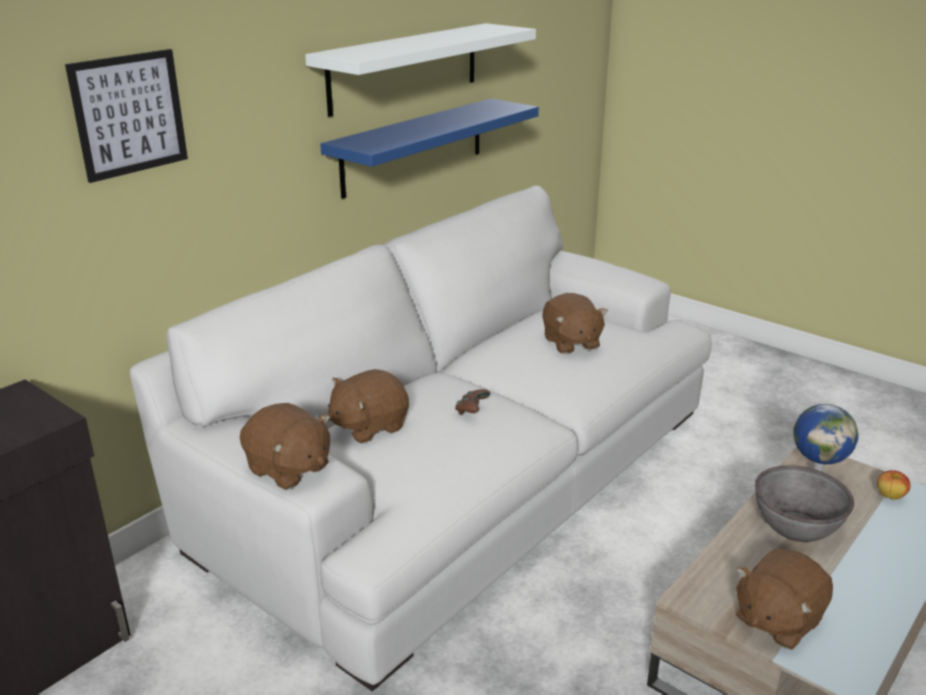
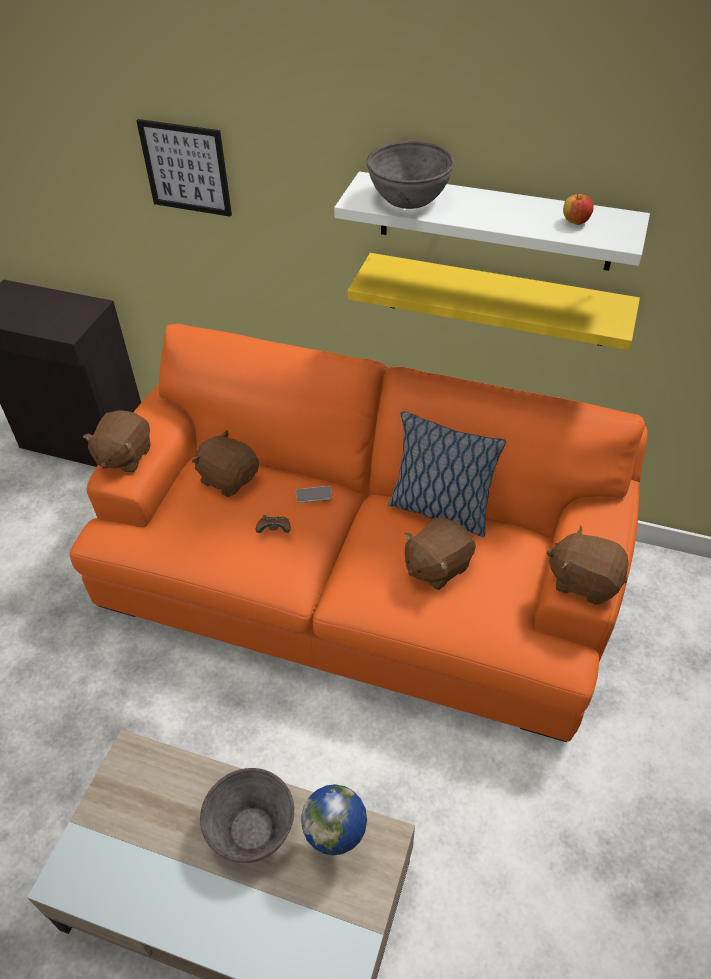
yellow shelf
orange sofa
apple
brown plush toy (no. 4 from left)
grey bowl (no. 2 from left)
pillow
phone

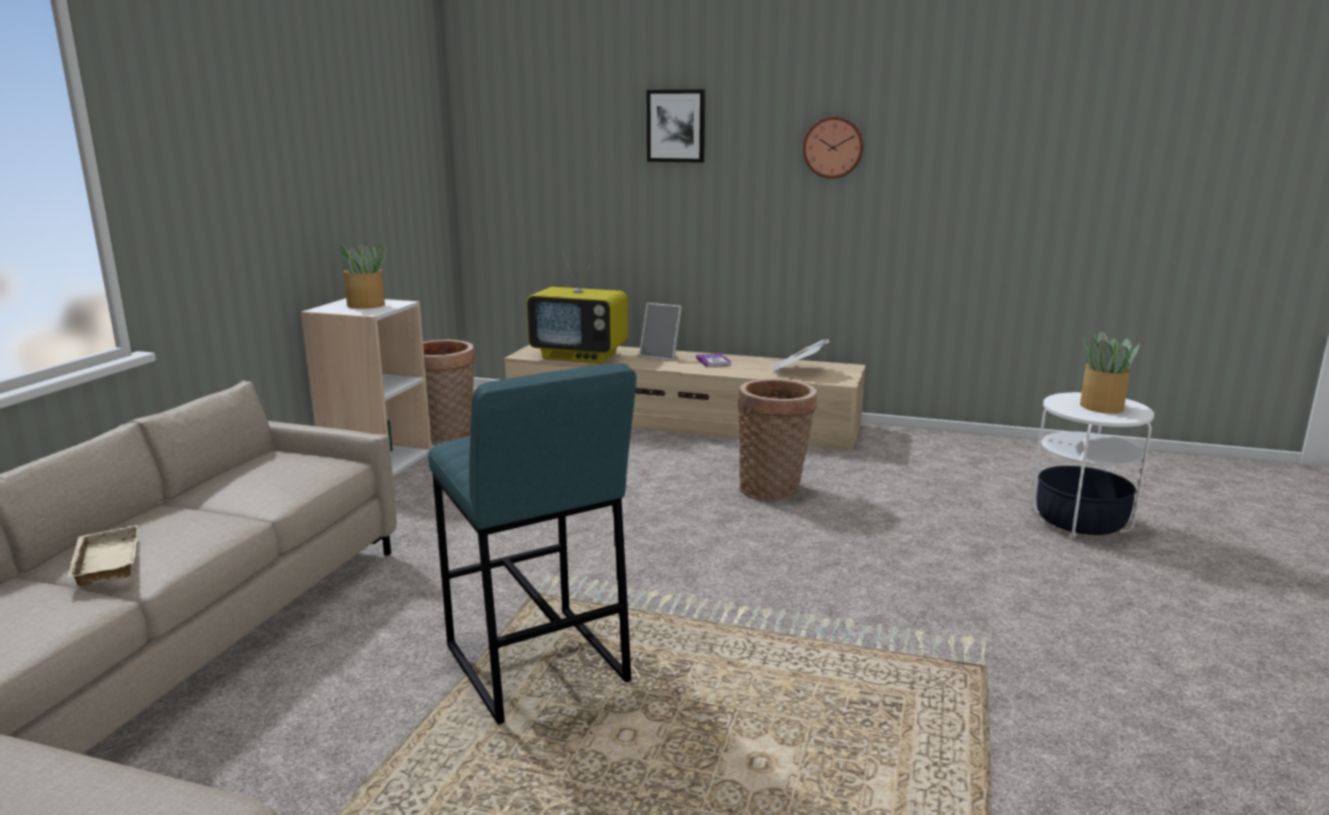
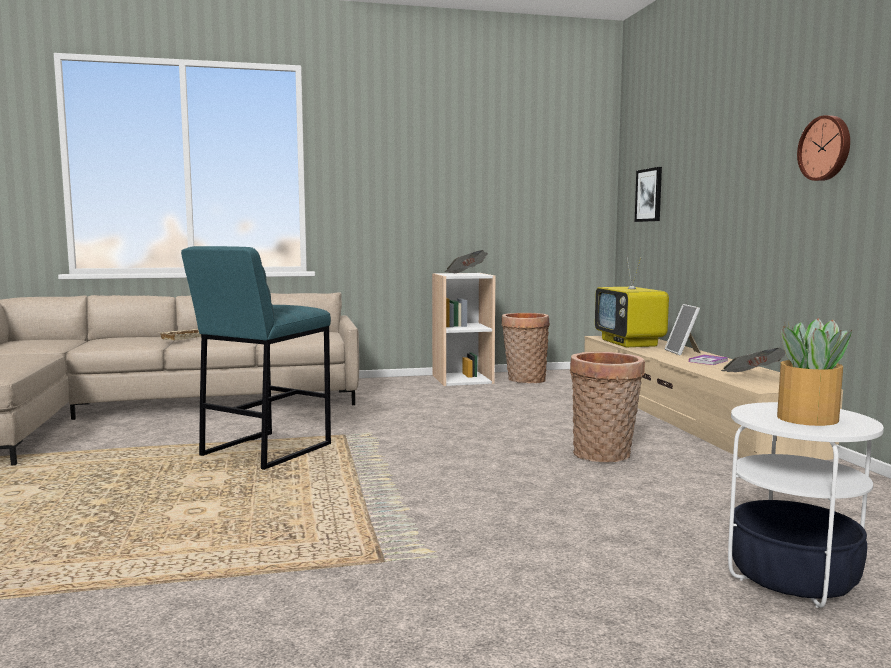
picture
newspaper (no. 1 from left)

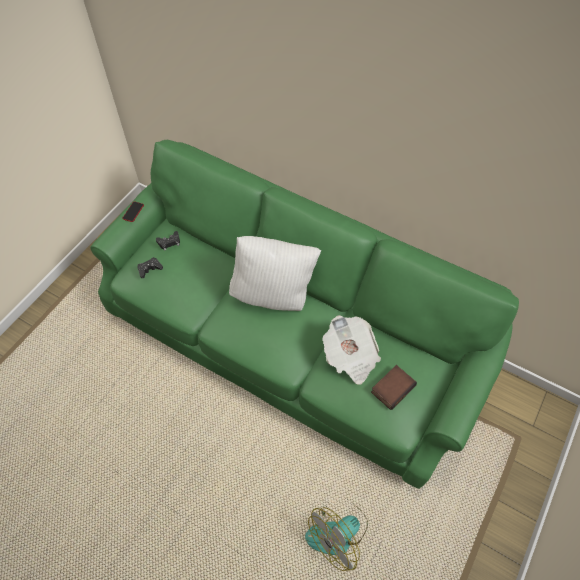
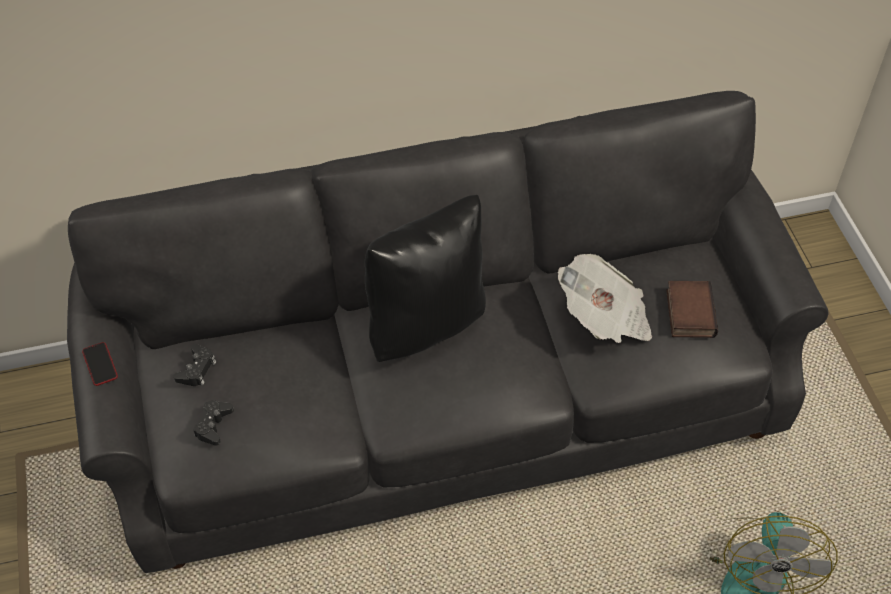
black sofa
black pillow

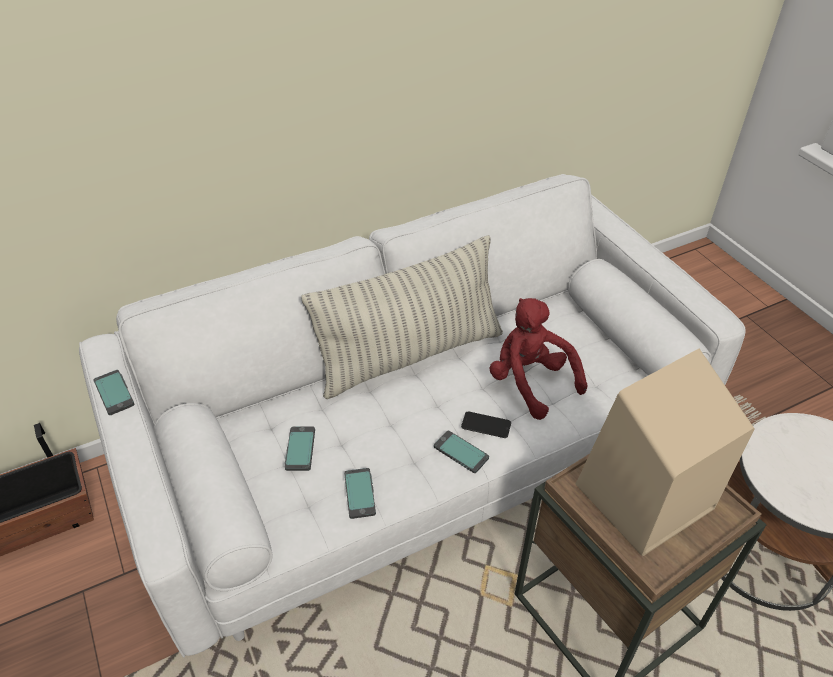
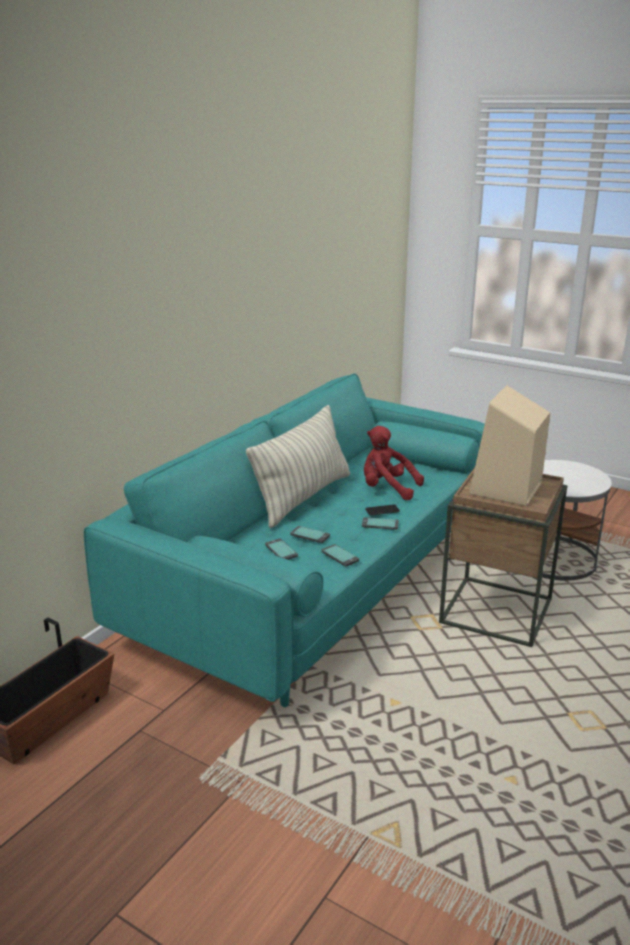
turquoise sofa
phone (no. 2 from left)

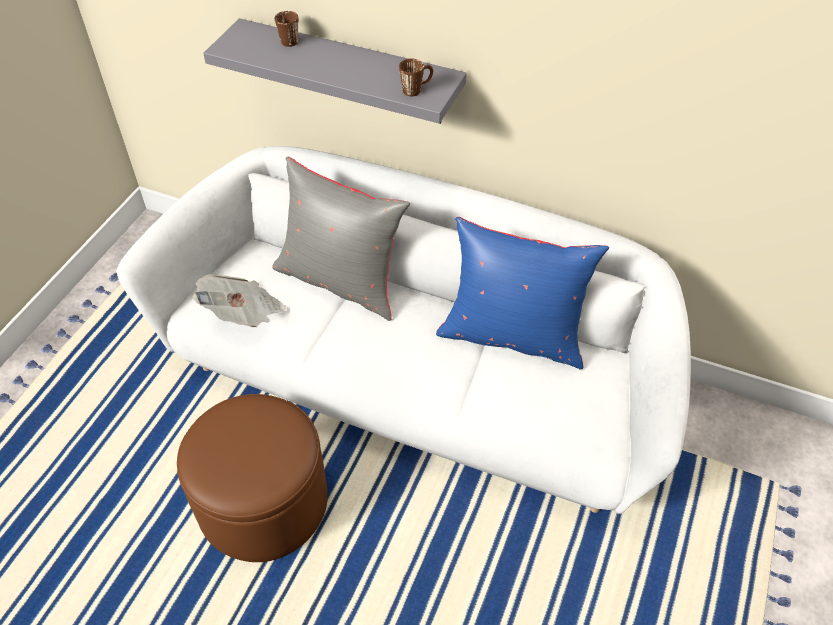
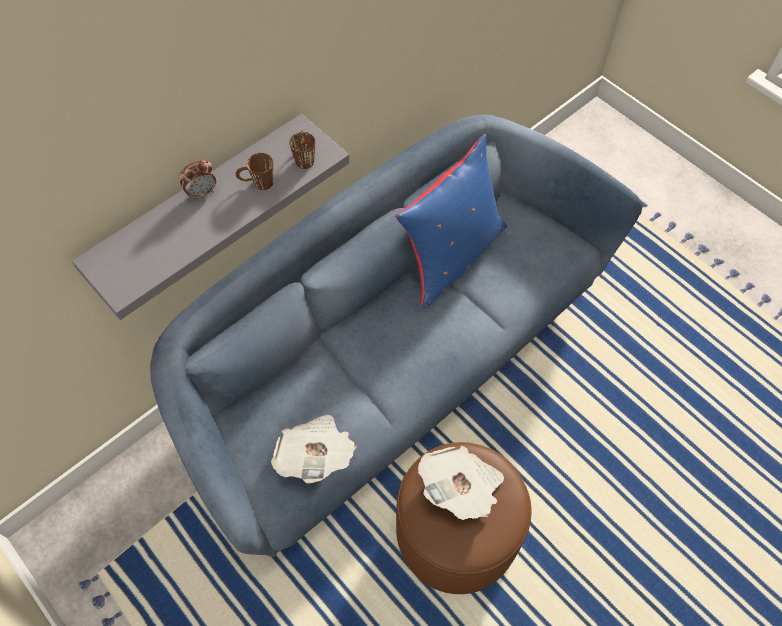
brown mug (no. 1 from left)
blue sofa
grey pillow
alarm clock
newspaper (no. 2 from left)

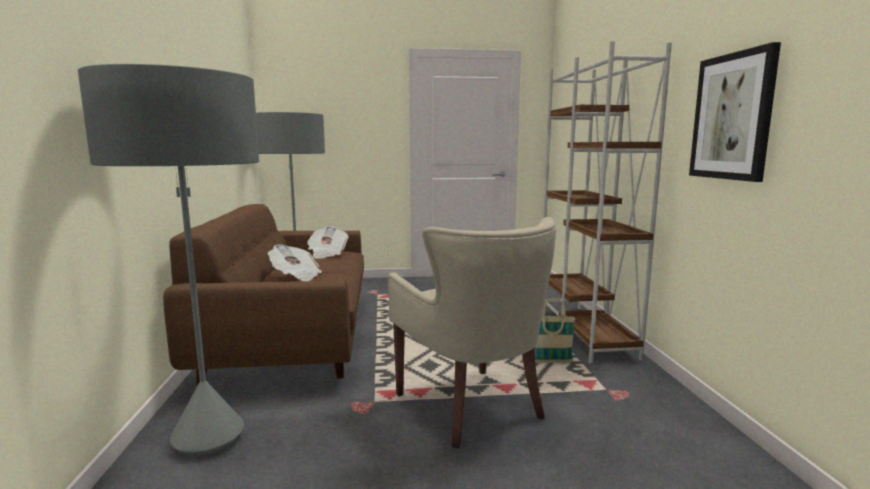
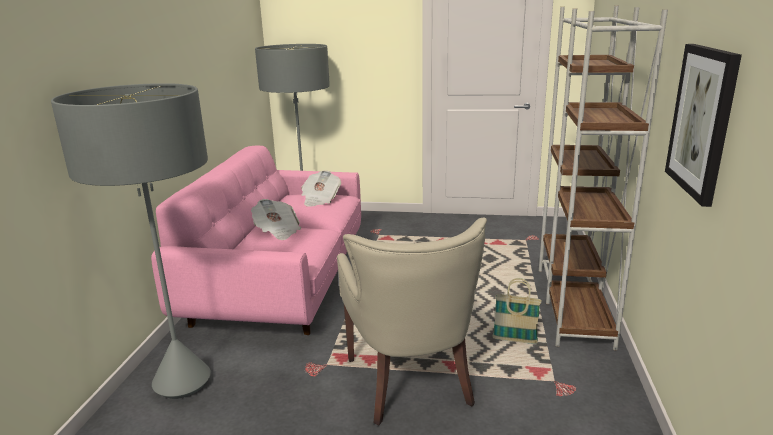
pink sofa

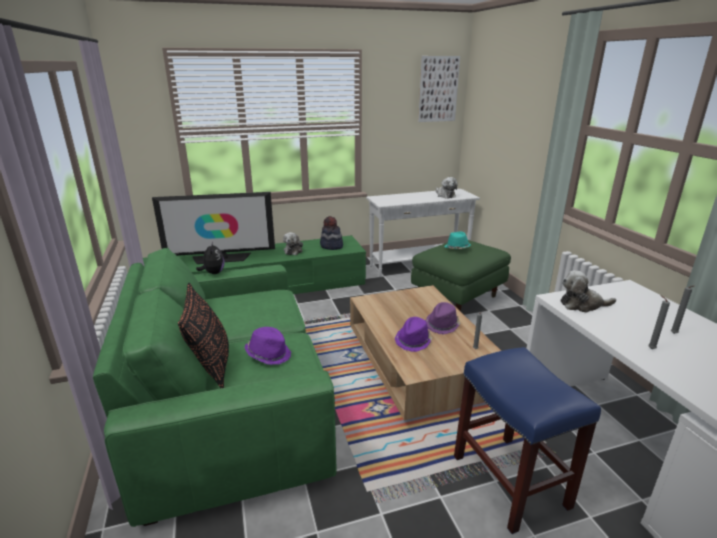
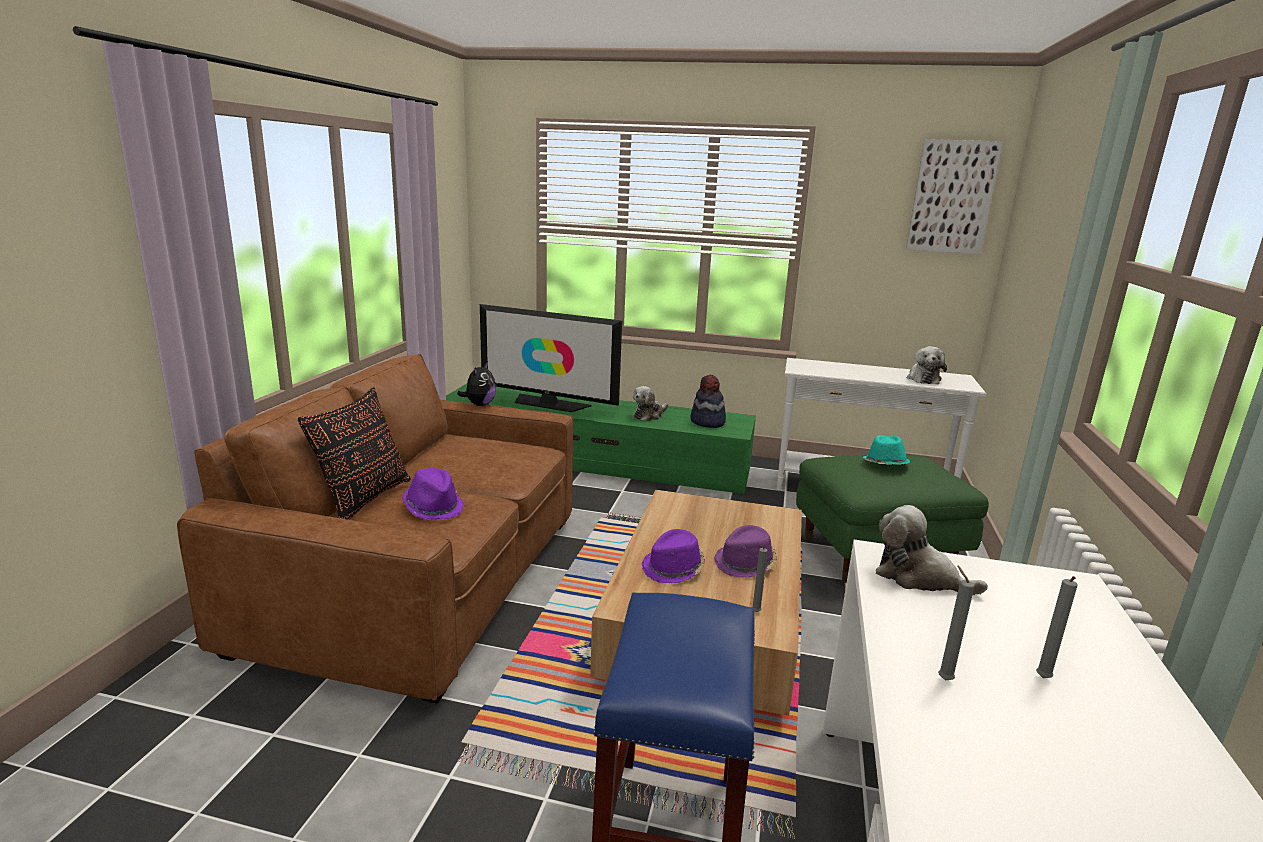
brown sofa

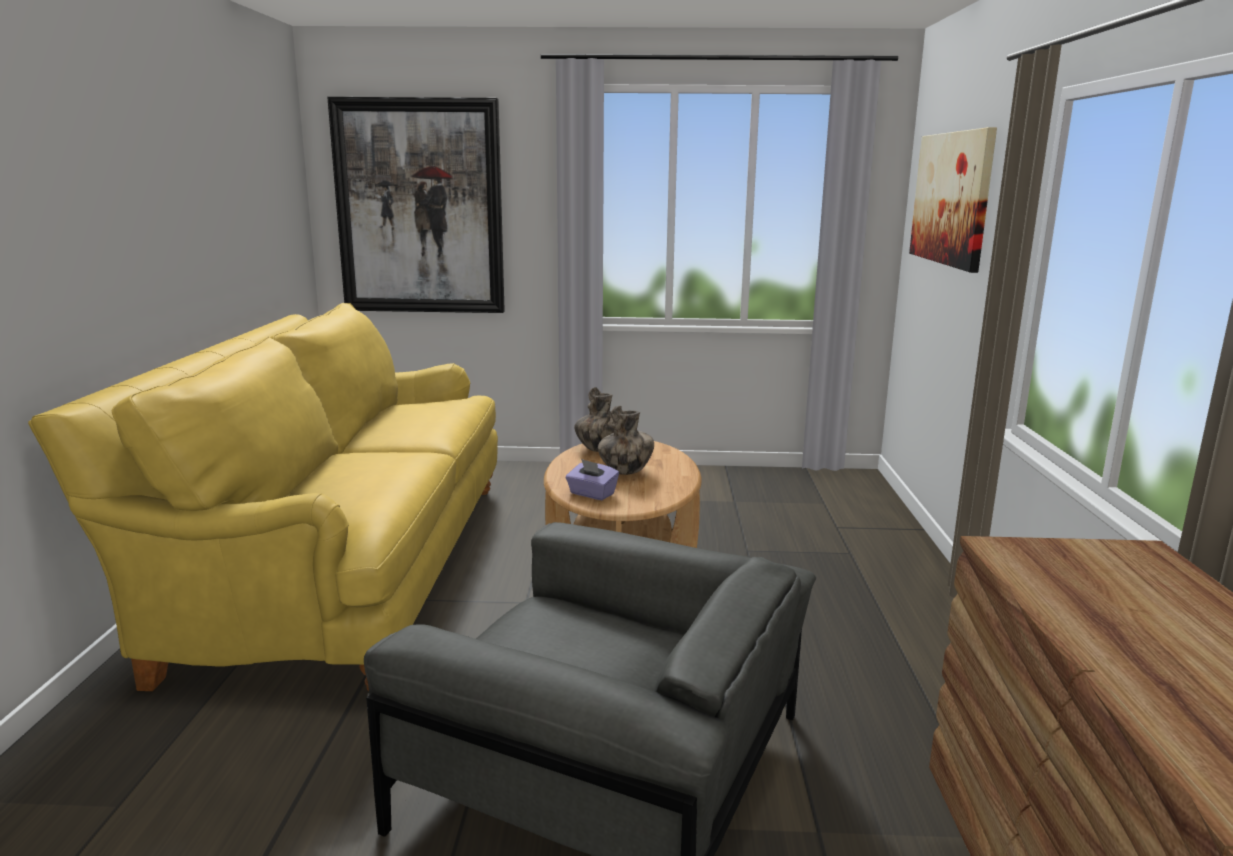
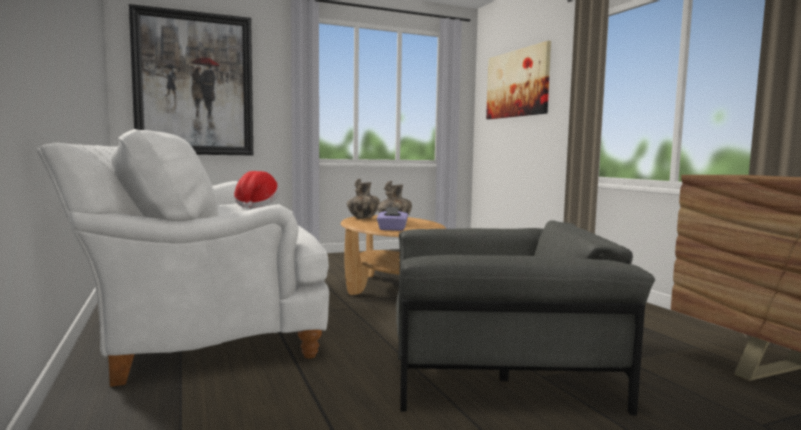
white sofa
hat

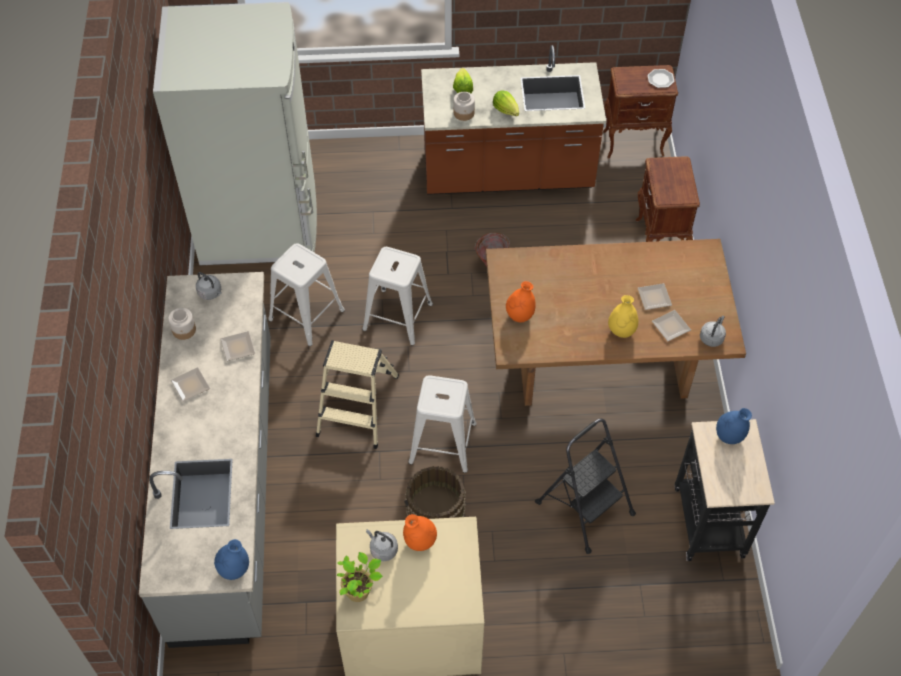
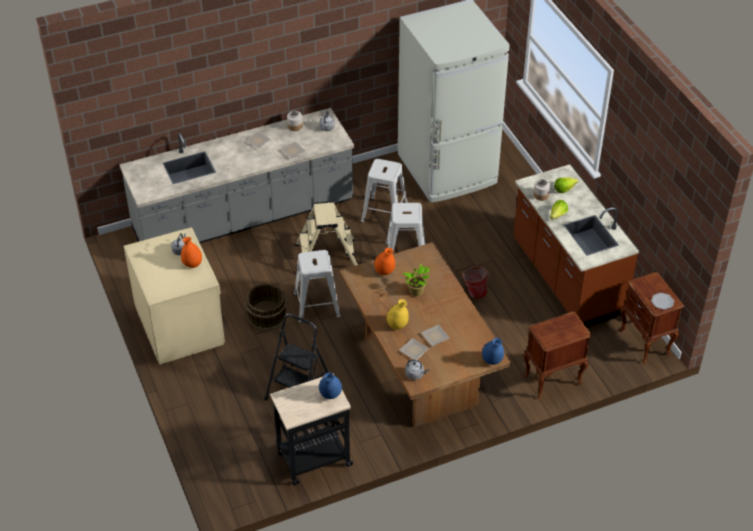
blue vase (no. 2 from left)
potted plant

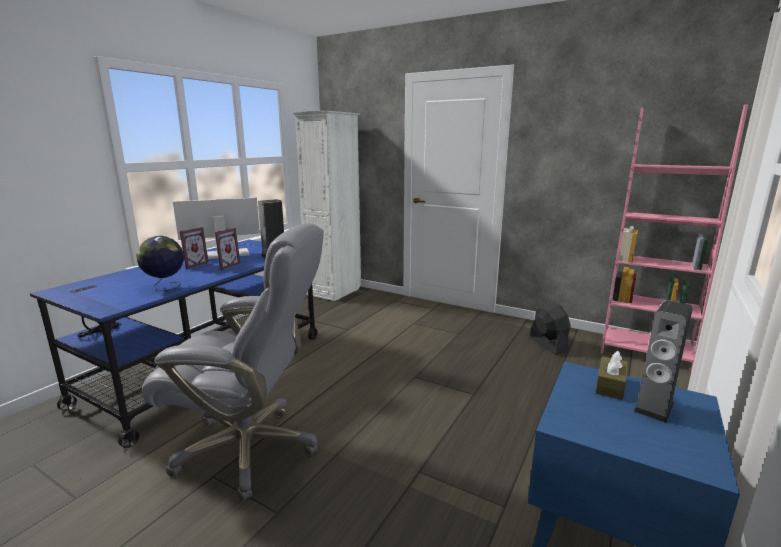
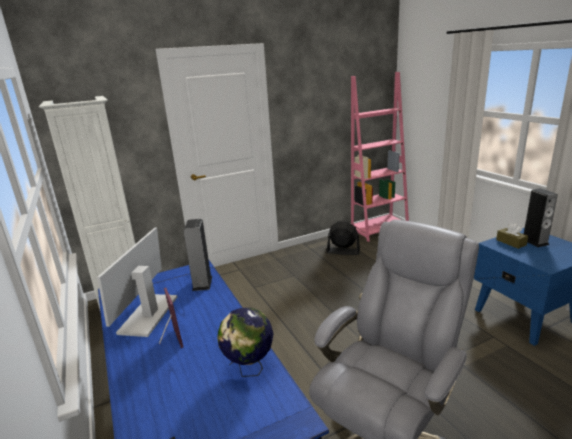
picture frame (no. 2 from left in the first image)

